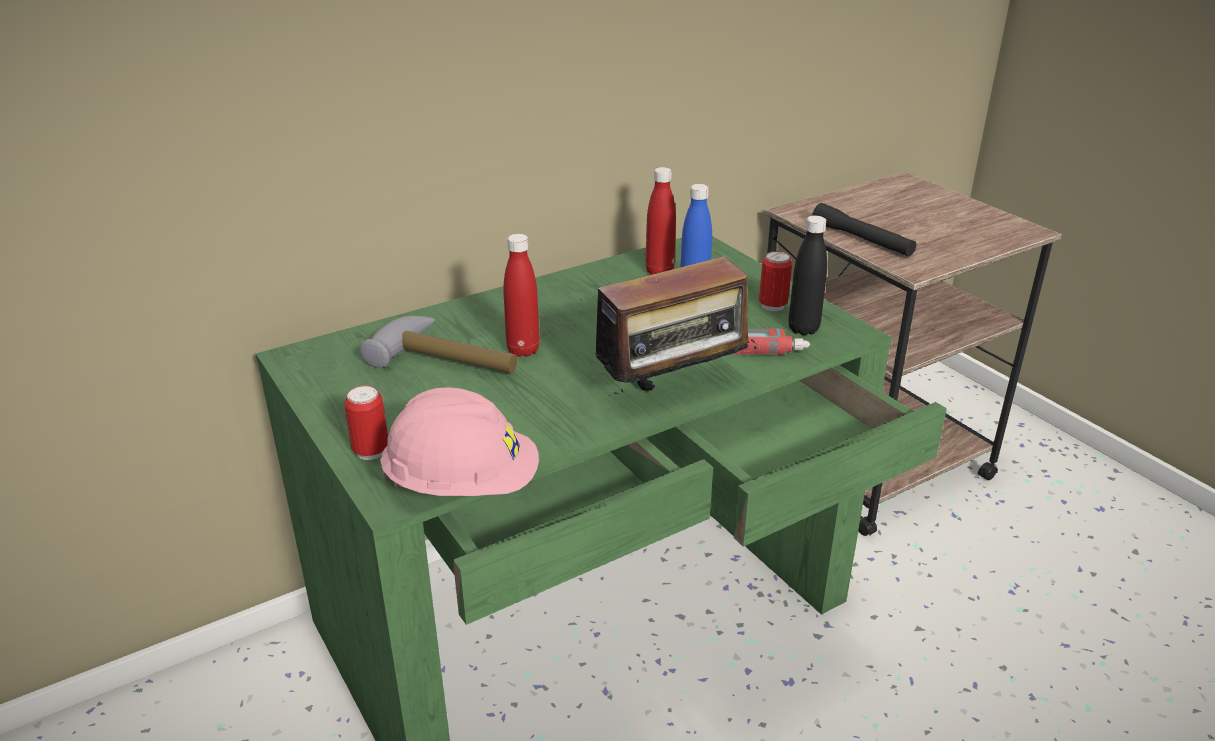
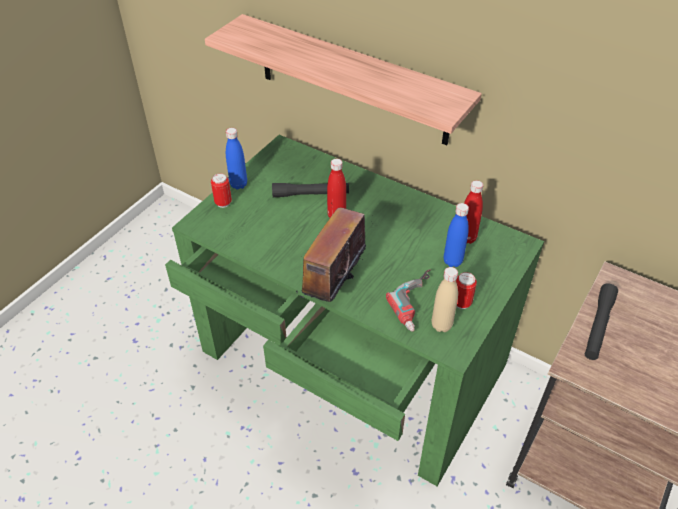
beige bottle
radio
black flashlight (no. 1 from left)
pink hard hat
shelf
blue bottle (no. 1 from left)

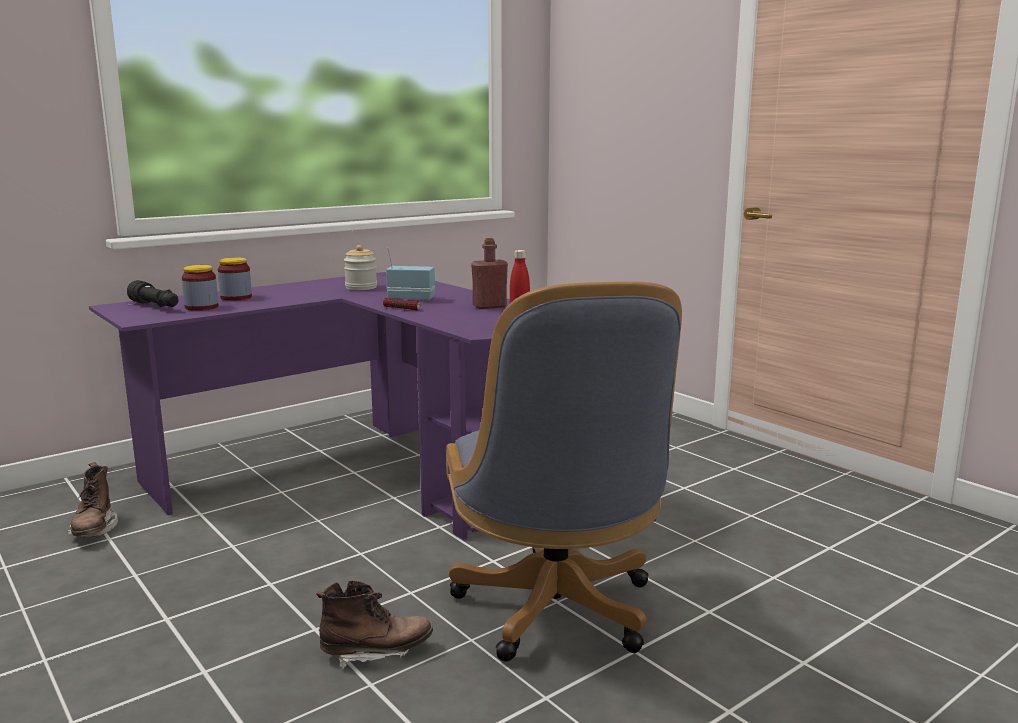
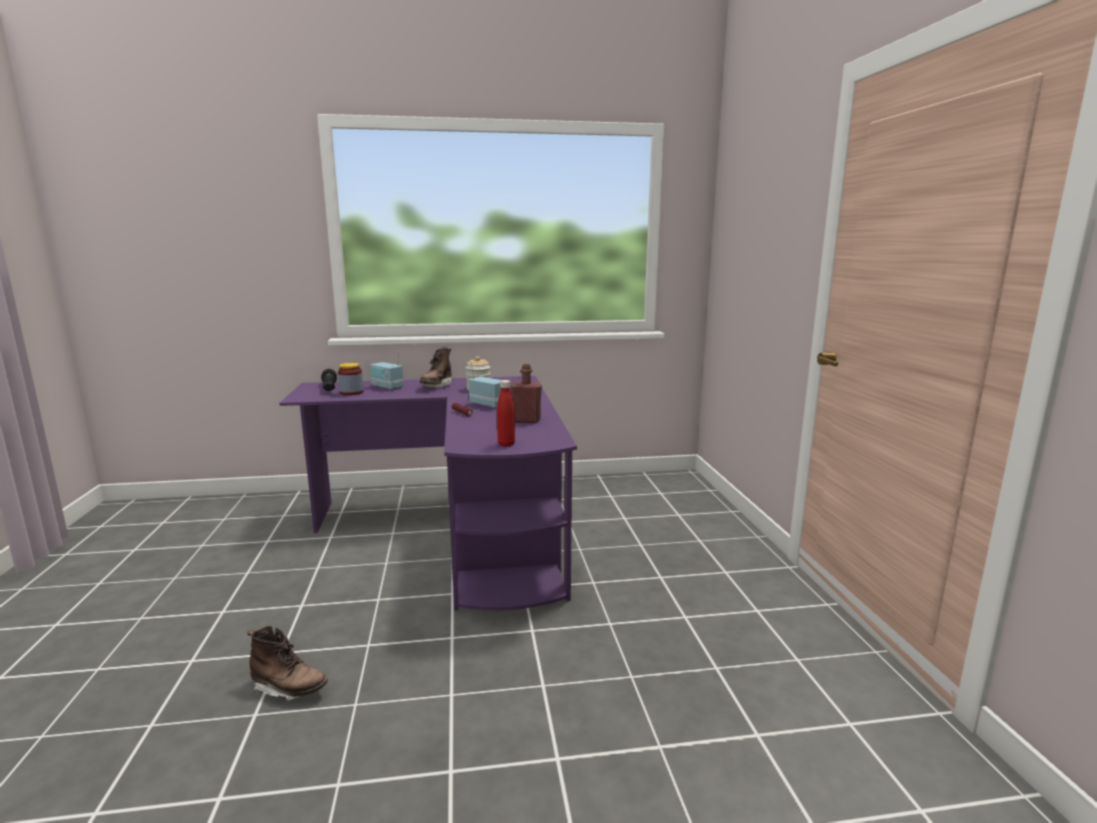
radio (no. 1 from left)
blue office chair
brown boot (no. 2 from left)

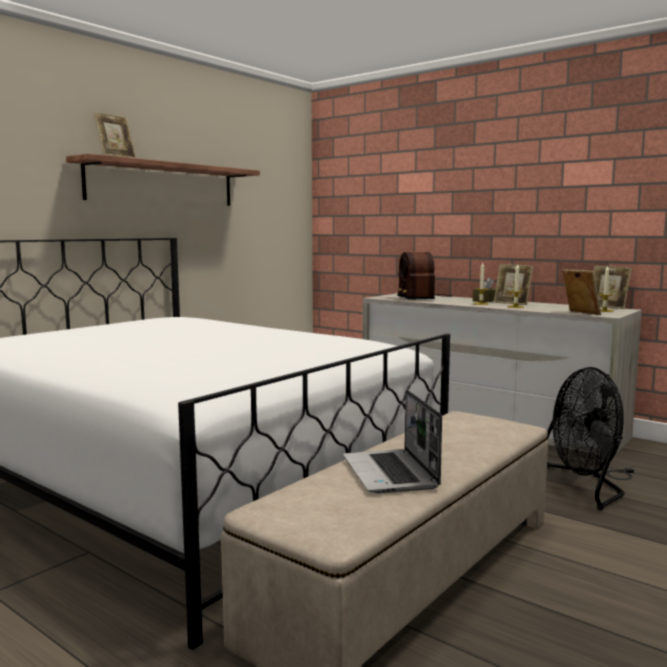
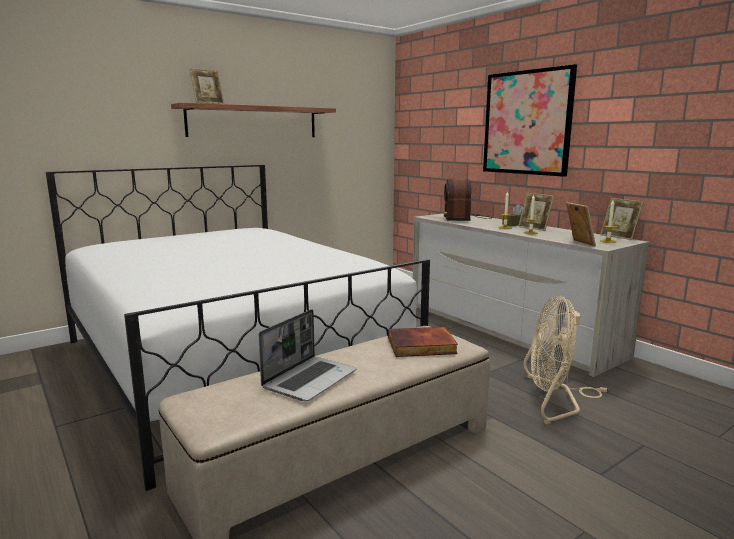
beige fan
laptop
picture
book

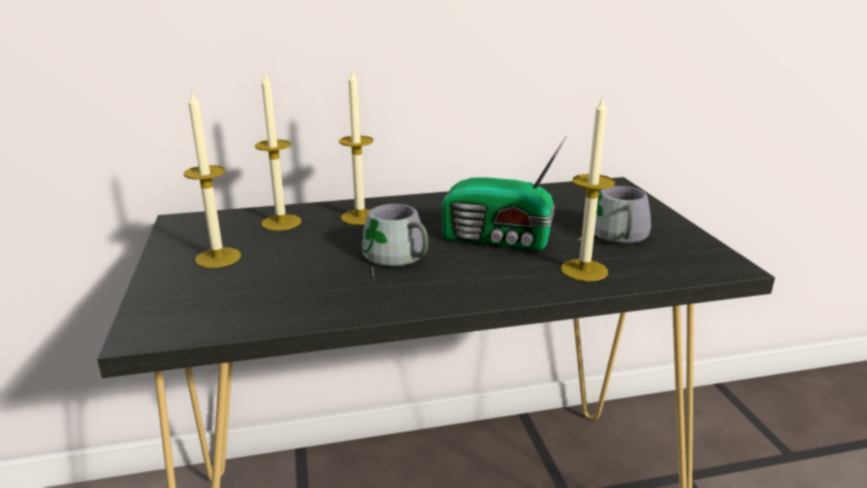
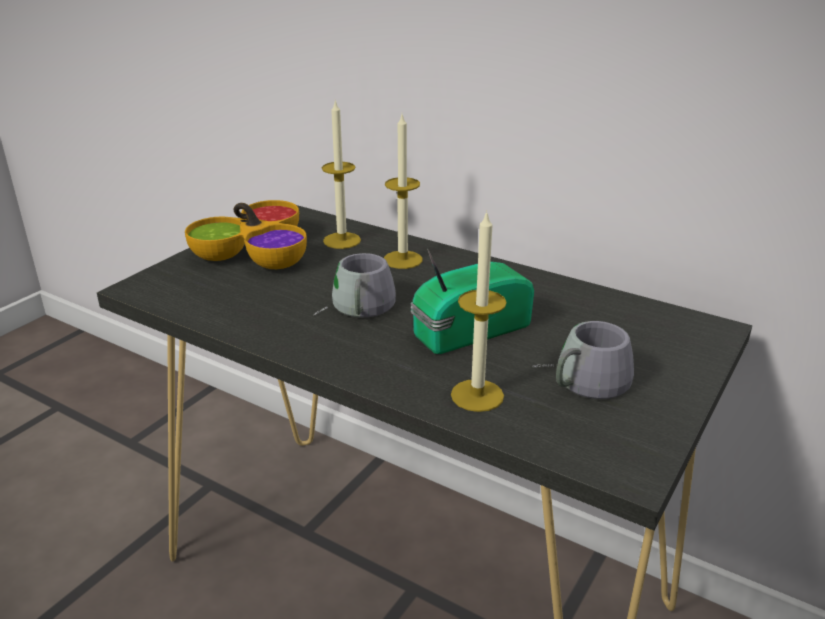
bowl
radio

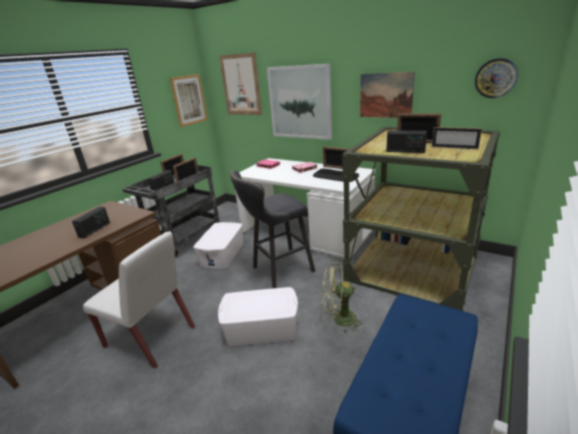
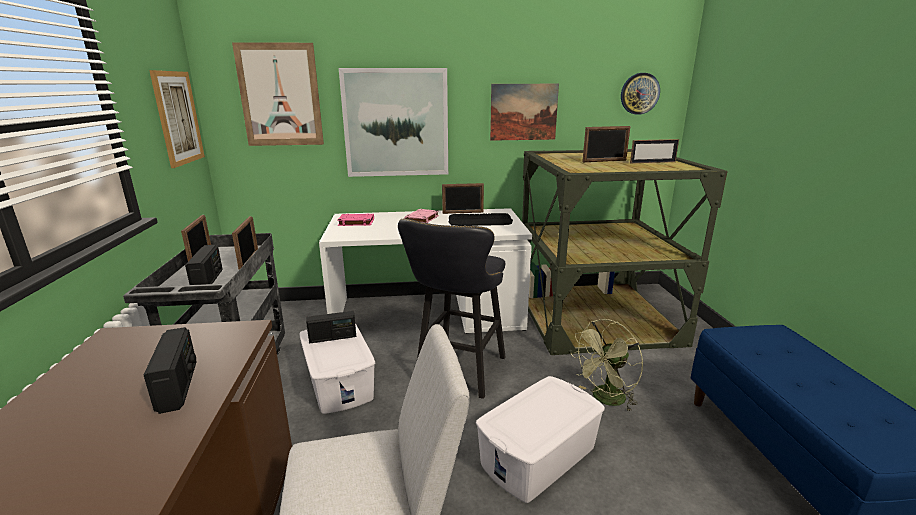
radio (no. 3 from left)

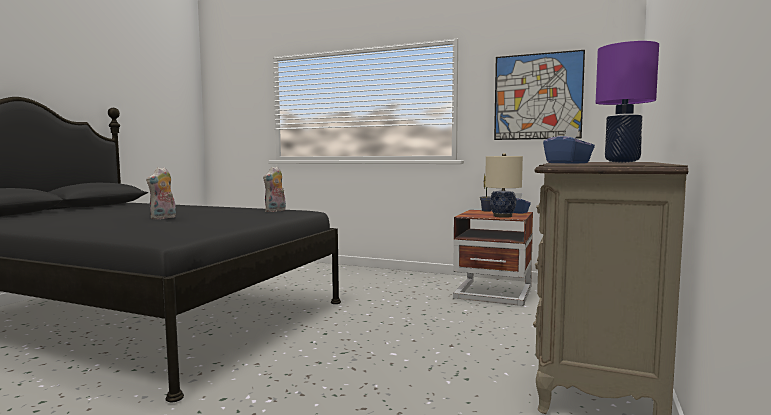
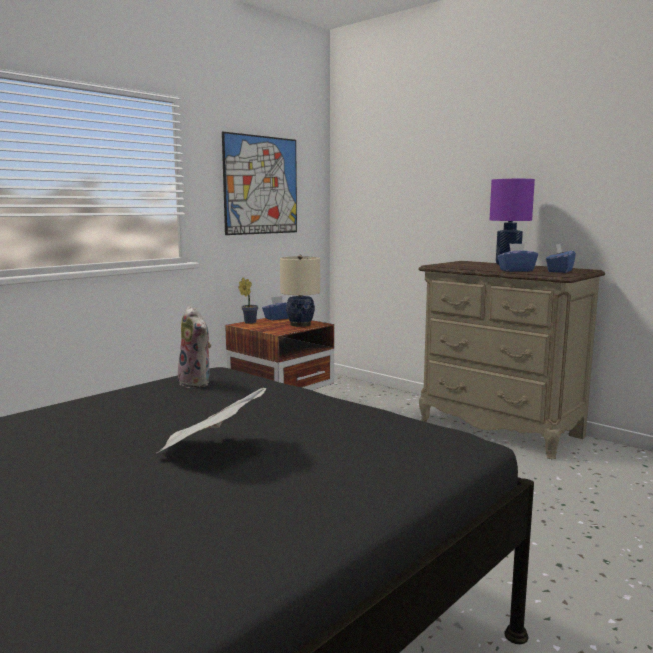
newspaper
blue tissue box (no. 3 from left)

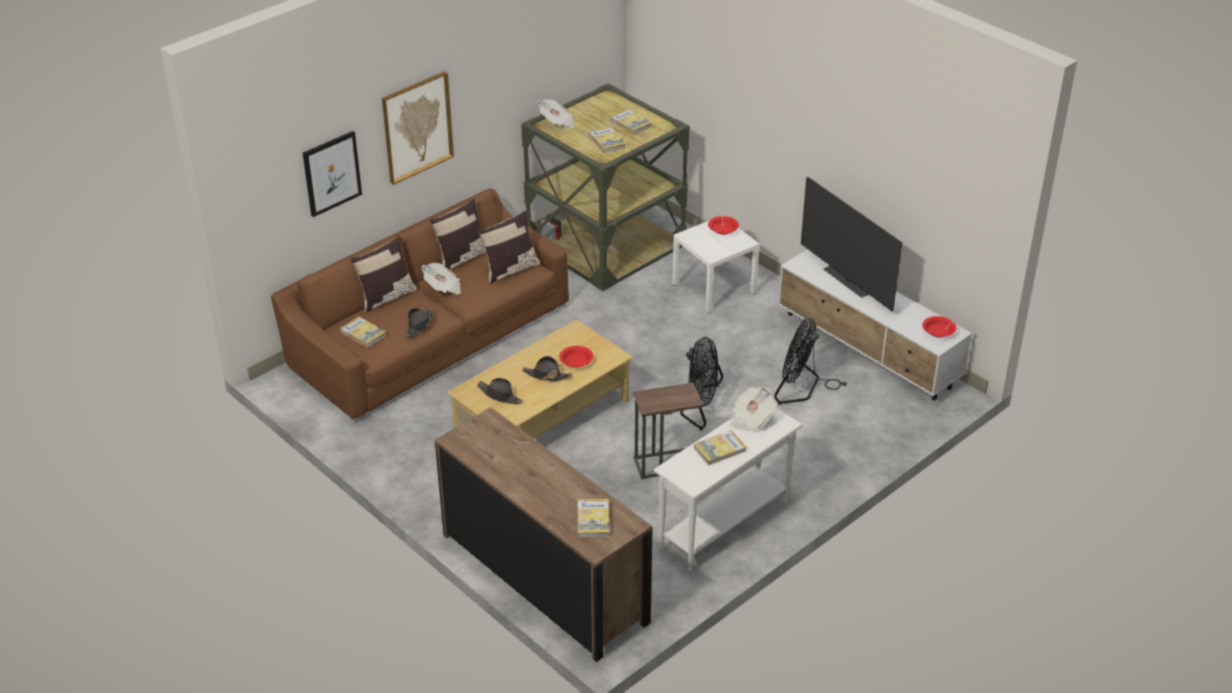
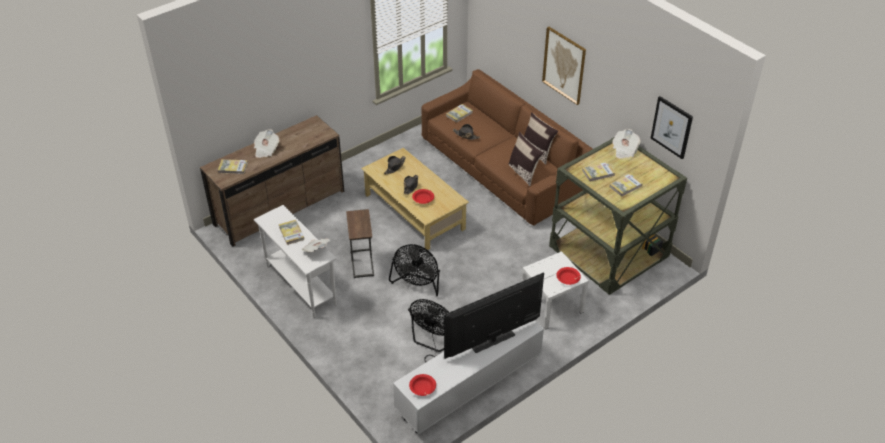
picture (no. 2 from left)
pillow (no. 1 from left in the first image)
newspaper (no. 1 from left)

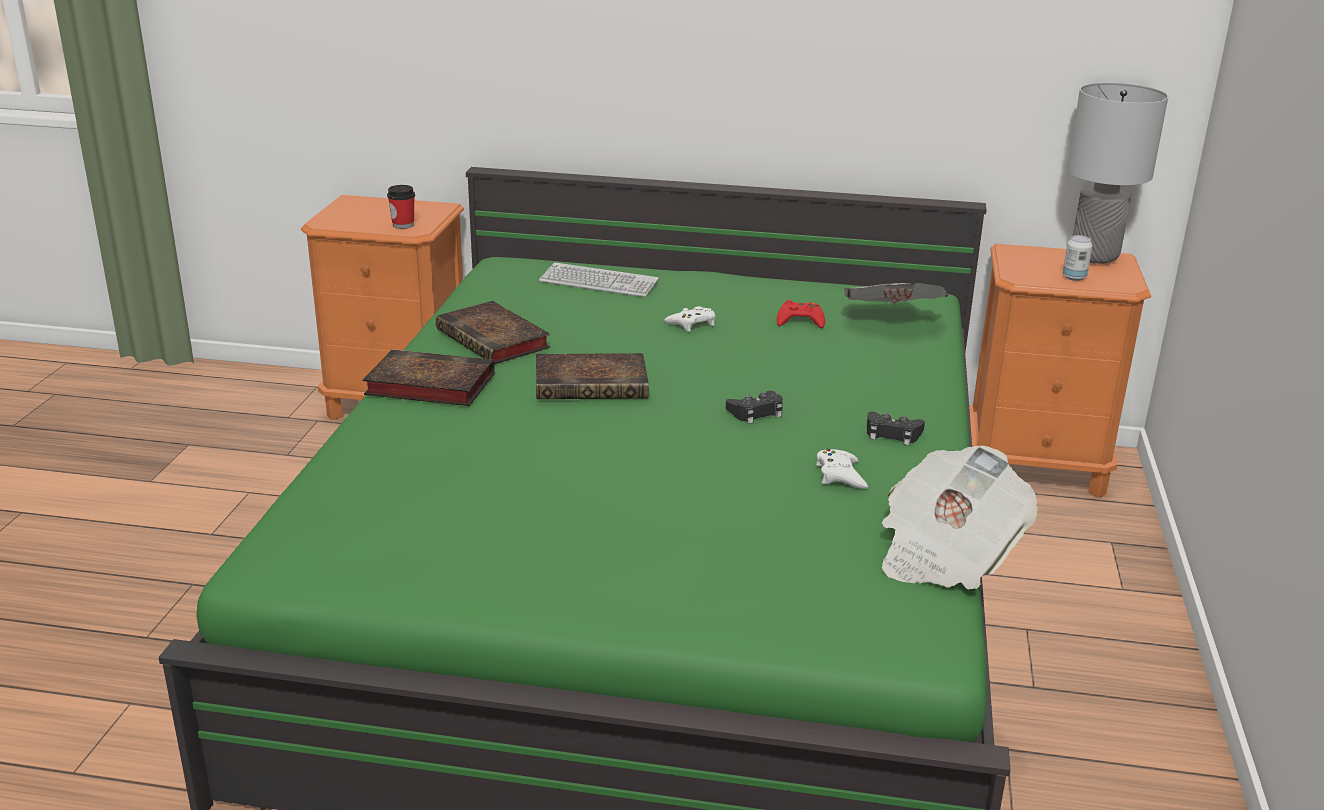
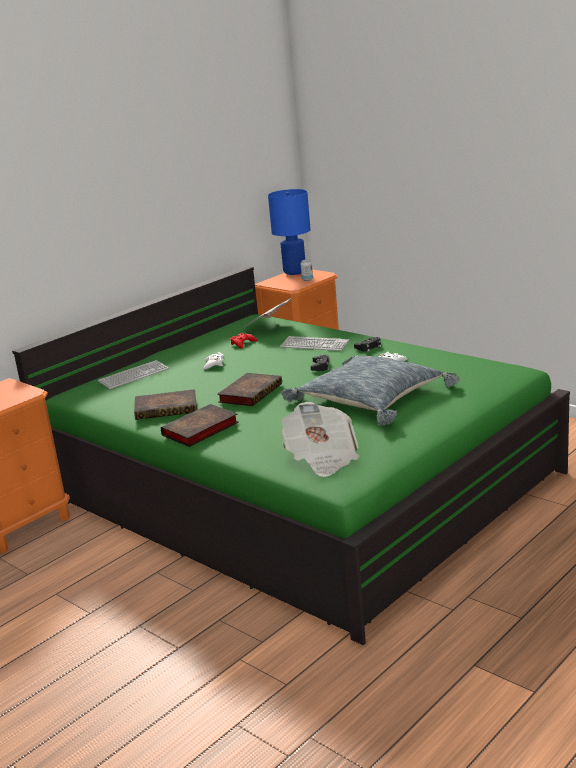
blue table lamp
cup
newspaper (no. 2 from left)
keyboard (no. 2 from left)
pillow

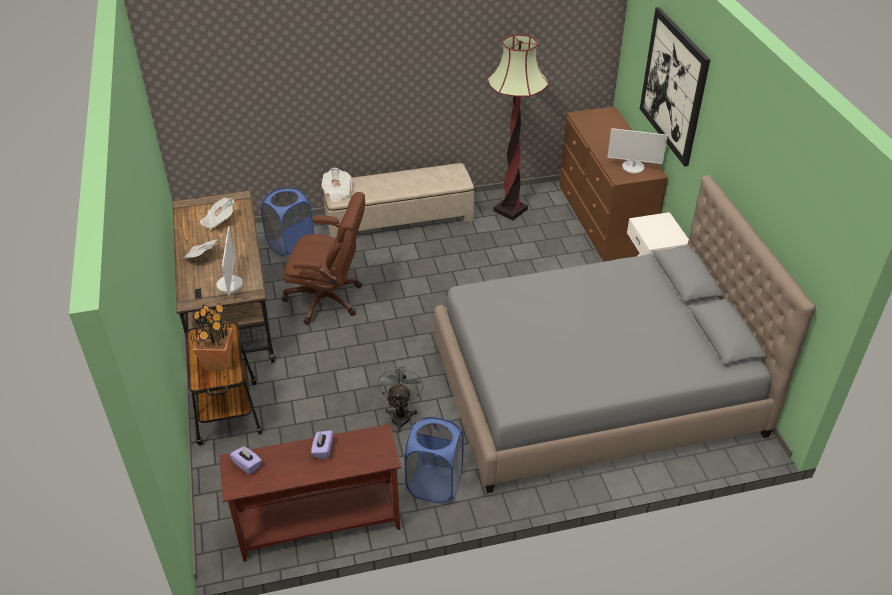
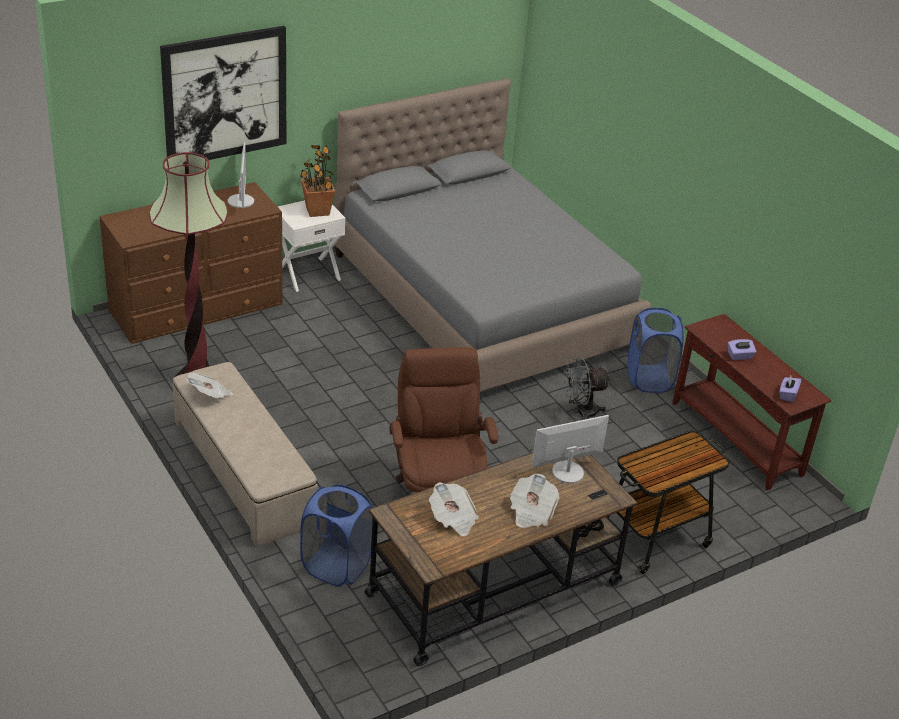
newspaper (no. 1 from left)
potted plant

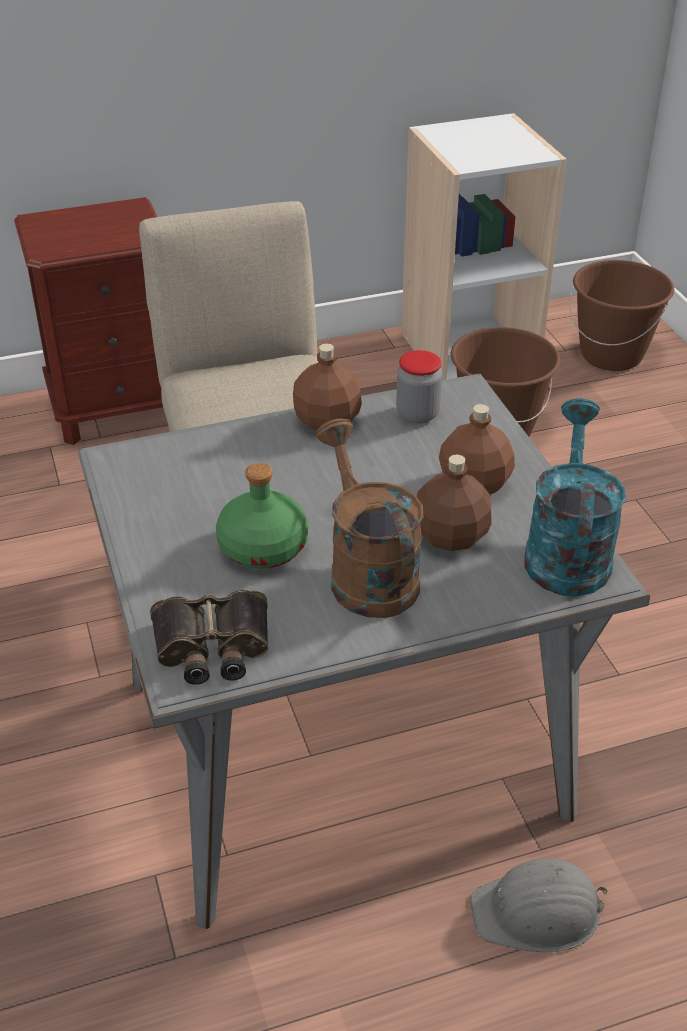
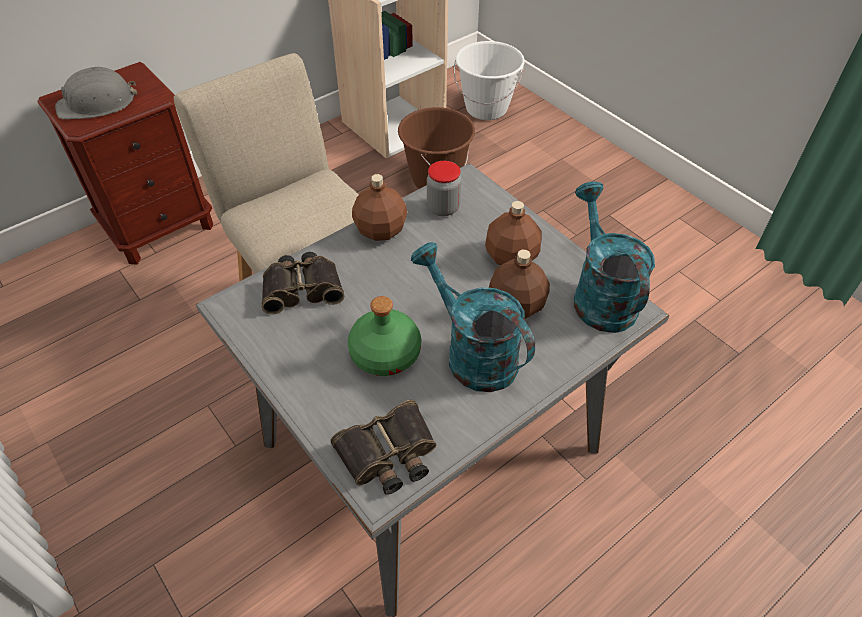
white bucket
turquoise watering can (no. 1 from left)
grey hard hat
binoculars (no. 1 from left)

